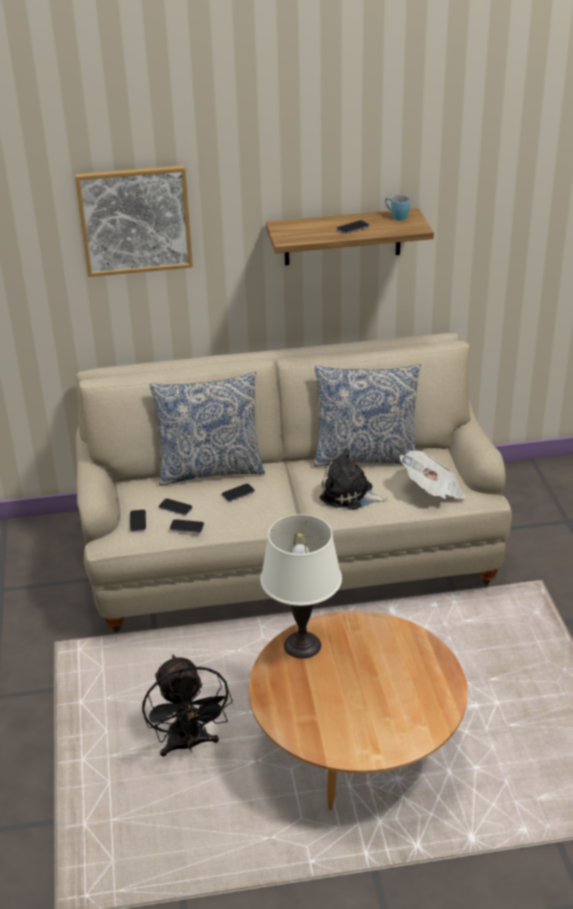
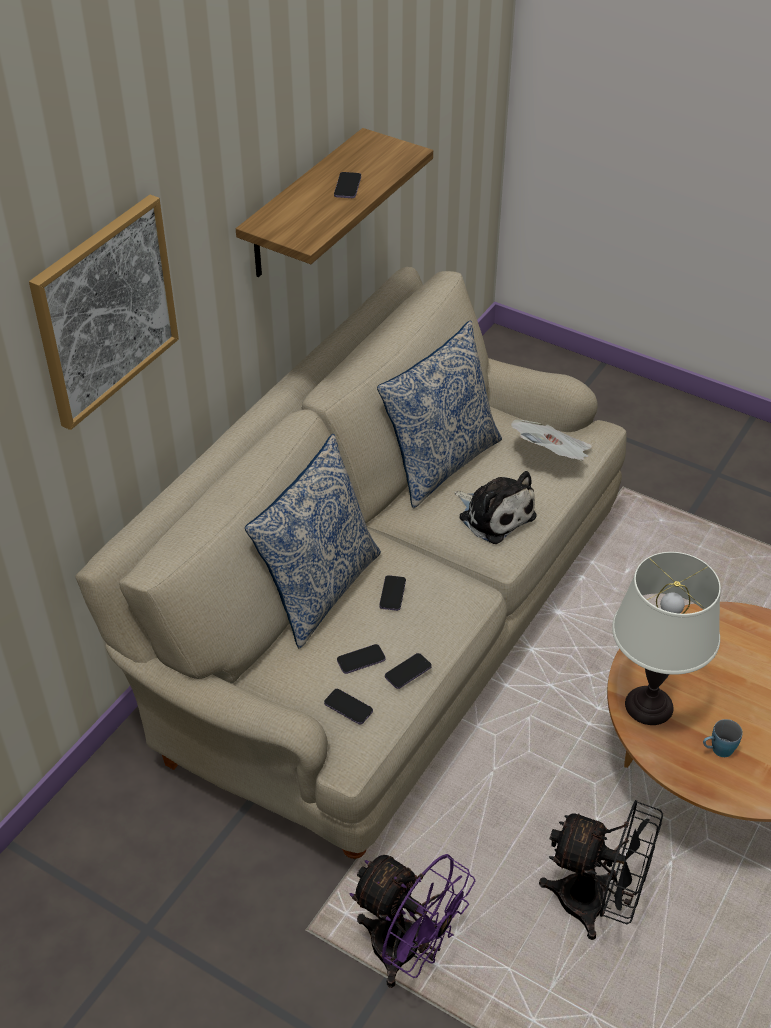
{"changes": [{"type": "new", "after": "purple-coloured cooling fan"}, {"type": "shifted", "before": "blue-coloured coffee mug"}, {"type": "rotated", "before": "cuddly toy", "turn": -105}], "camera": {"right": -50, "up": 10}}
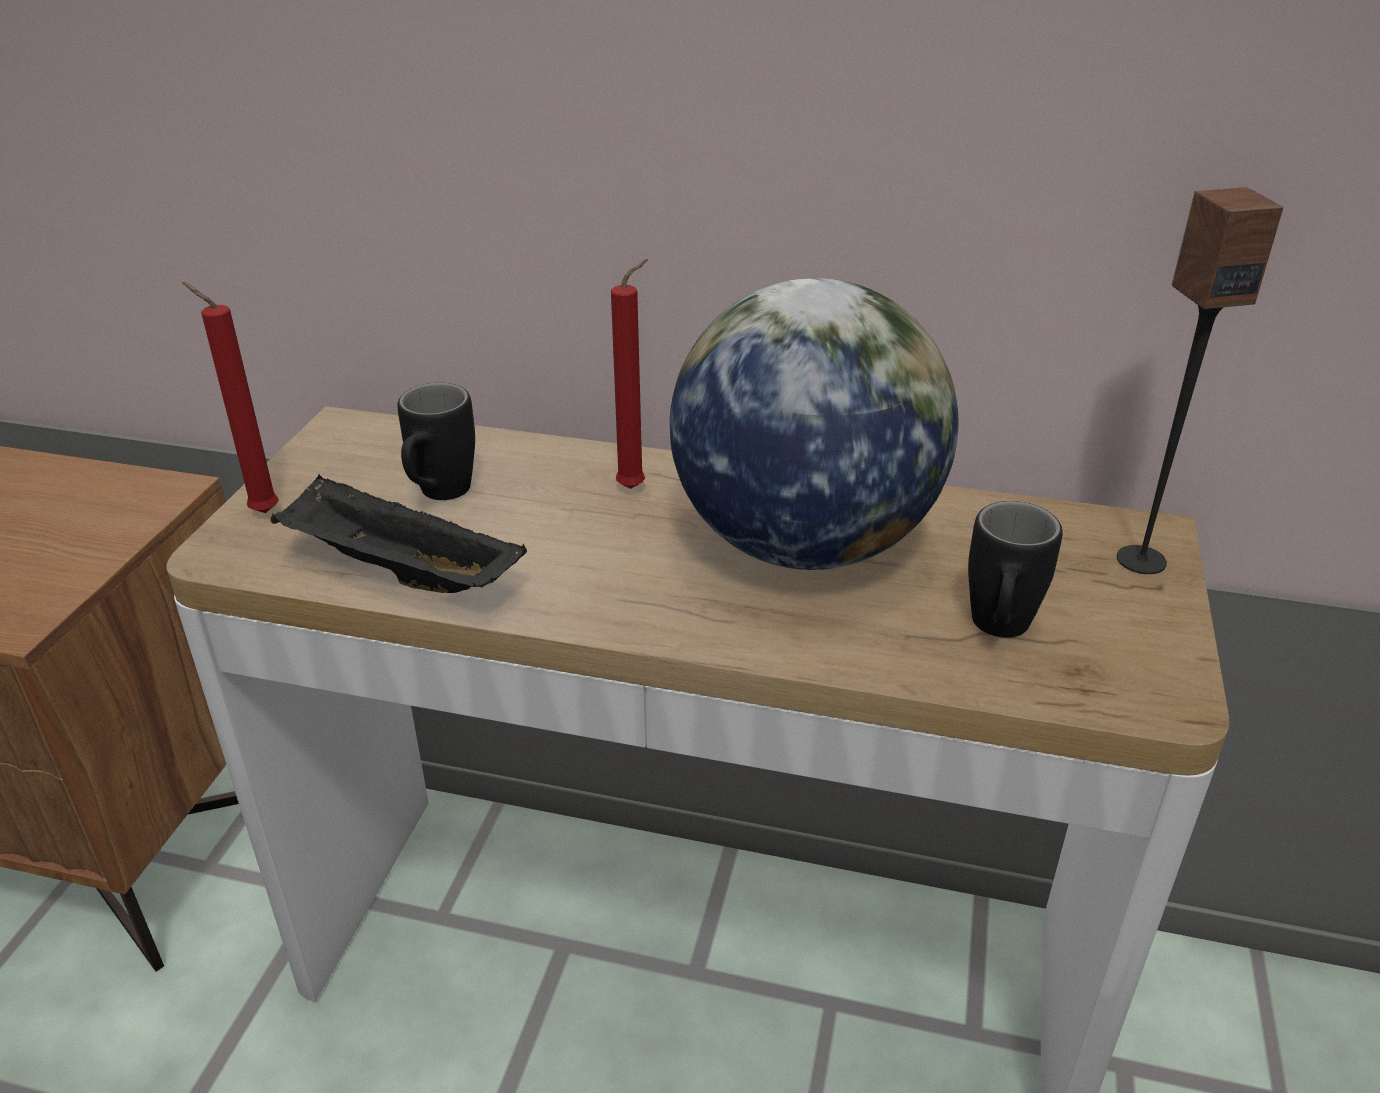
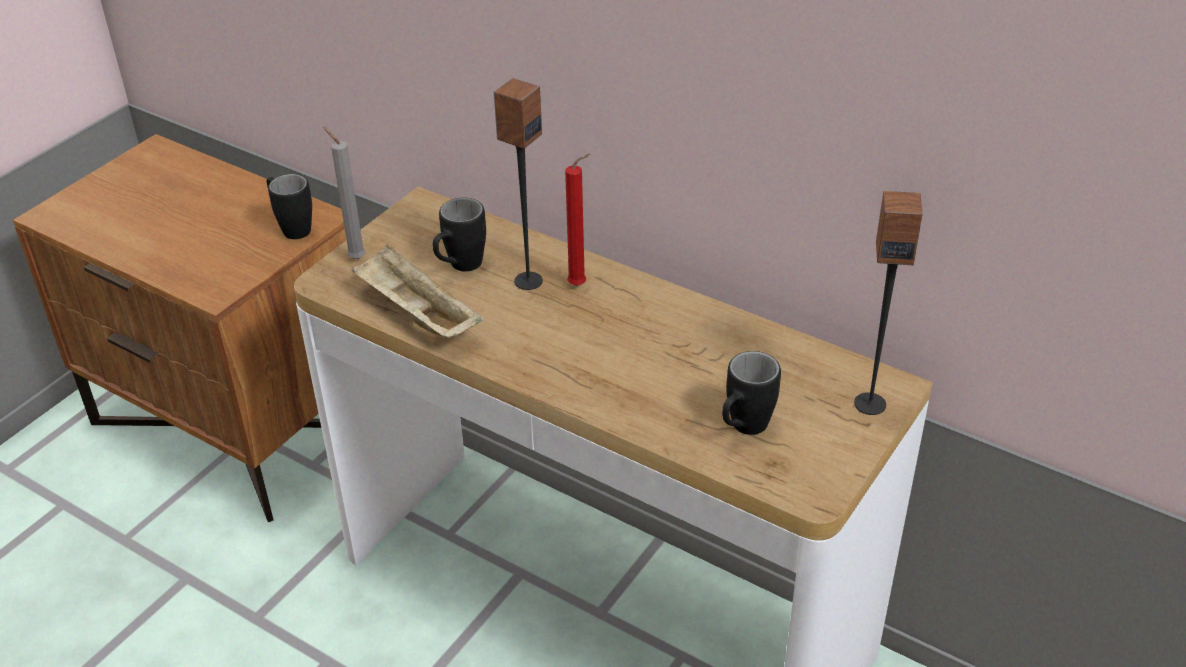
{"changes": [{"type": "gone", "before": "desk globe"}, {"type": "new", "after": "black coffee mug (no. 1 from left)"}, {"type": "new", "after": "audio speaker (no. 1 from left)"}, {"type": "repainted", "before": "reddish wax candle (no. 1 from left)", "after": "greyish wax candle"}, {"type": "repainted", "before": "black tray", "after": "sand-coloured tray"}], "camera": {"right": 20, "up": 5}}
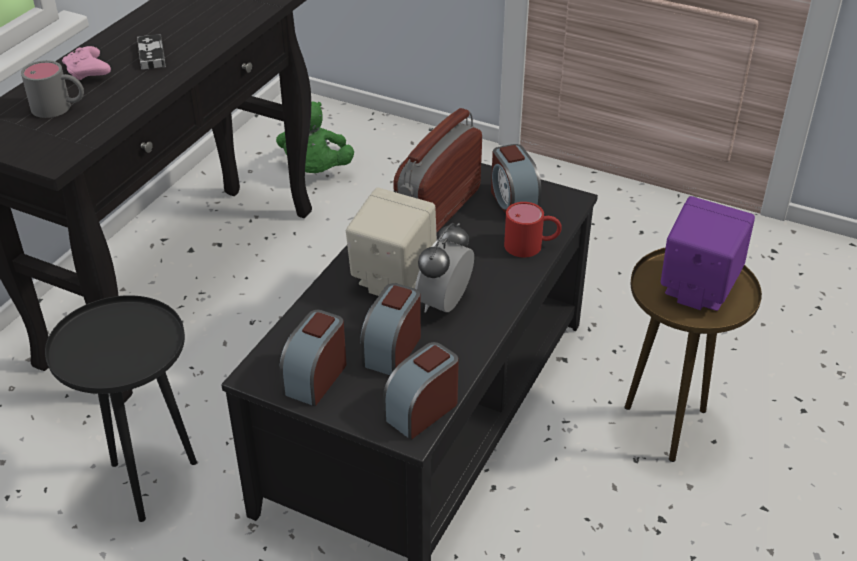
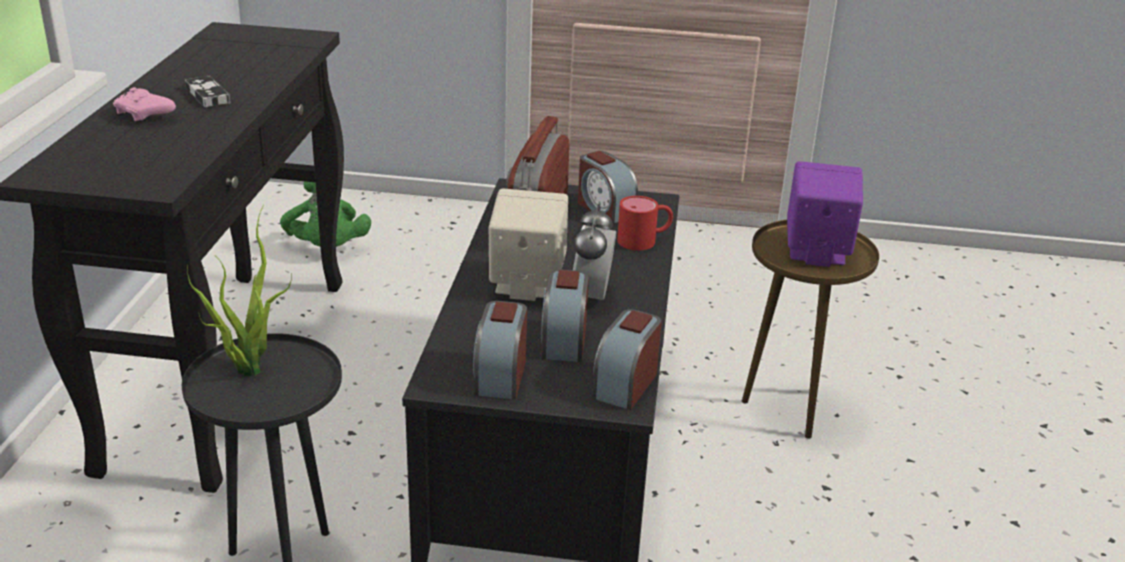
{"changes": [{"type": "gone", "before": "greyish coffee mug"}, {"type": "new", "after": "potted plant"}], "camera": {"right": -20, "up": -10}}
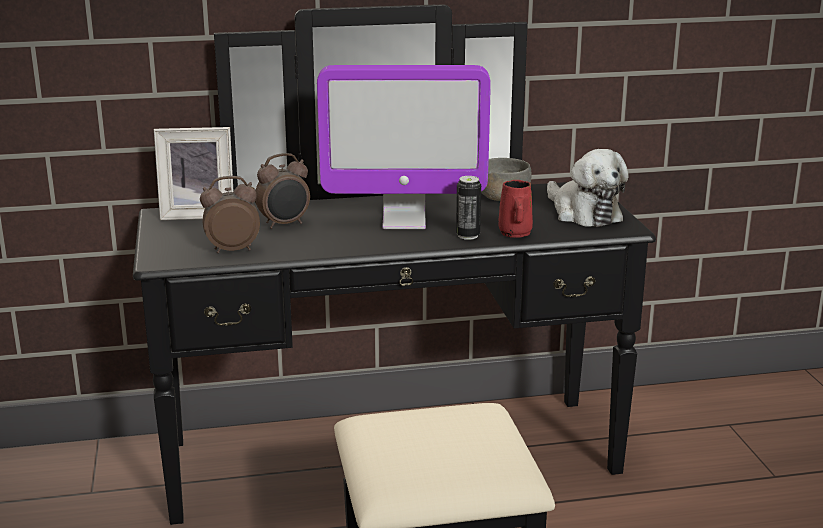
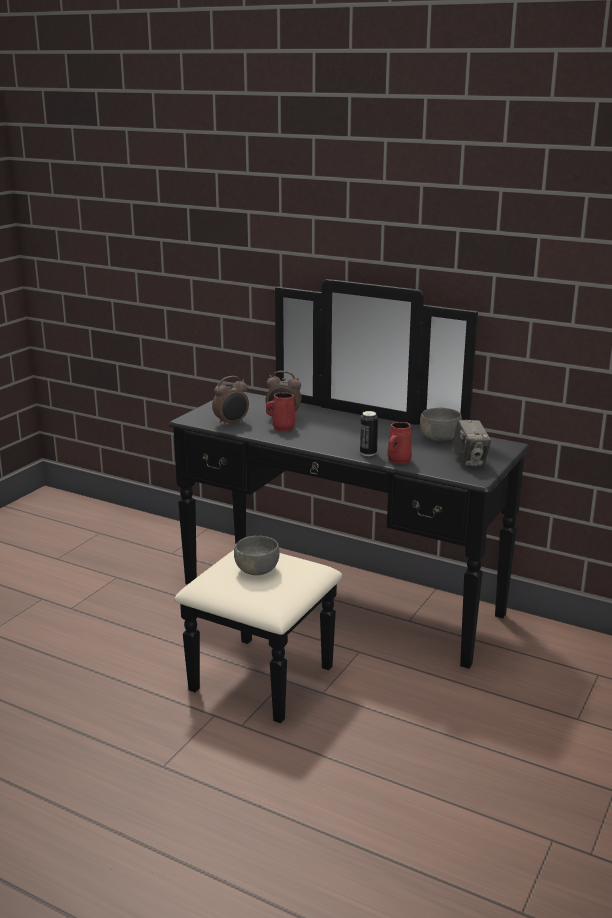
{"changes": [{"type": "gone", "before": "standing frame"}, {"type": "gone", "before": "monitor"}, {"type": "new", "after": "greyish serving bowl (no. 1 from left)"}, {"type": "new", "after": "reddish coffee mug (no. 1 from left)"}, {"type": "swapped", "before": "cuddly toy", "after": "still camera"}, {"type": "rotated", "before": "table clock (no. 1 from left)", "turn": 120}], "camera": {"right": 40, "up": 0}}
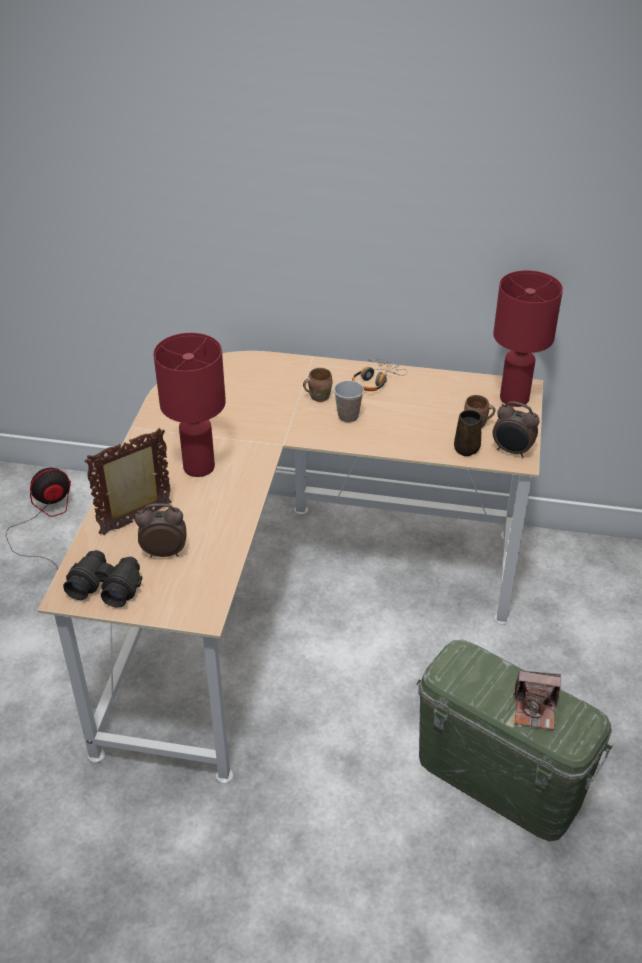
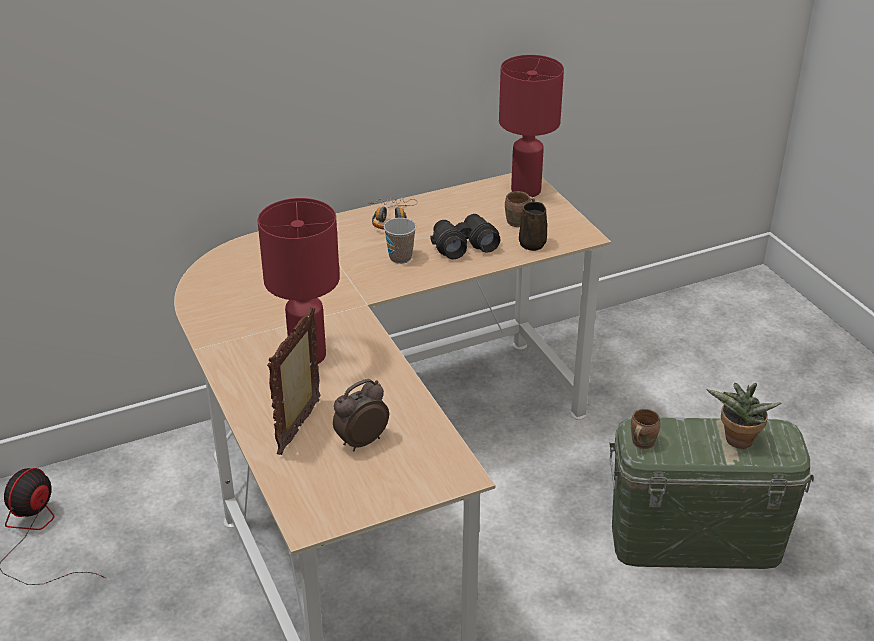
{"changes": [{"type": "gone", "before": "table clock (no. 2 from left)"}, {"type": "shifted", "before": "black binoculars"}, {"type": "shifted", "before": "brown coffee mug (no. 1 from left in the first image)", "after": "brown coffee mug (no. 3 from left)"}, {"type": "swapped", "before": "still camera", "after": "potted plant"}], "camera": {"right": -35, "up": -5}}
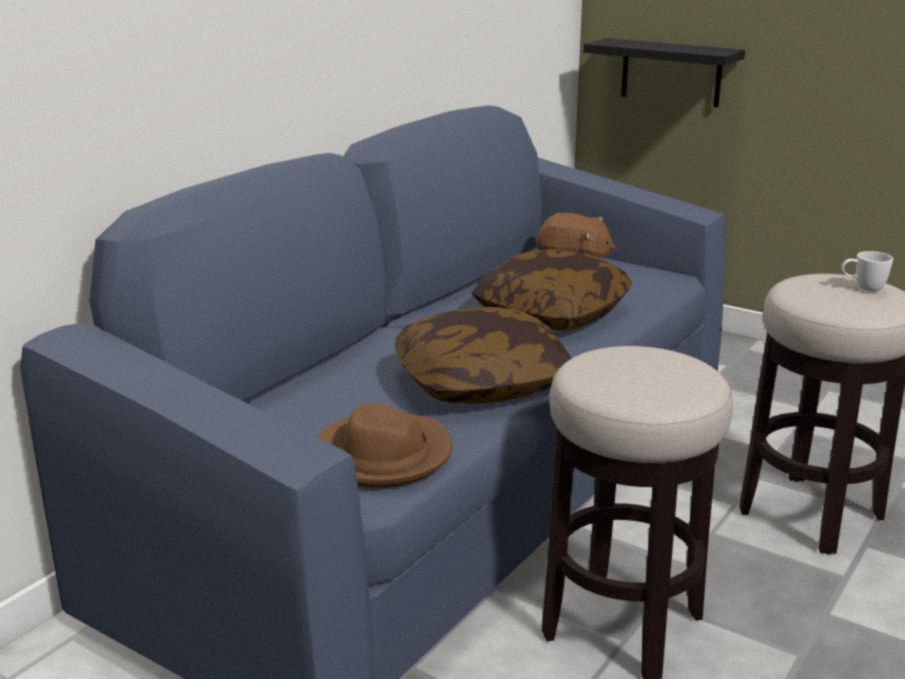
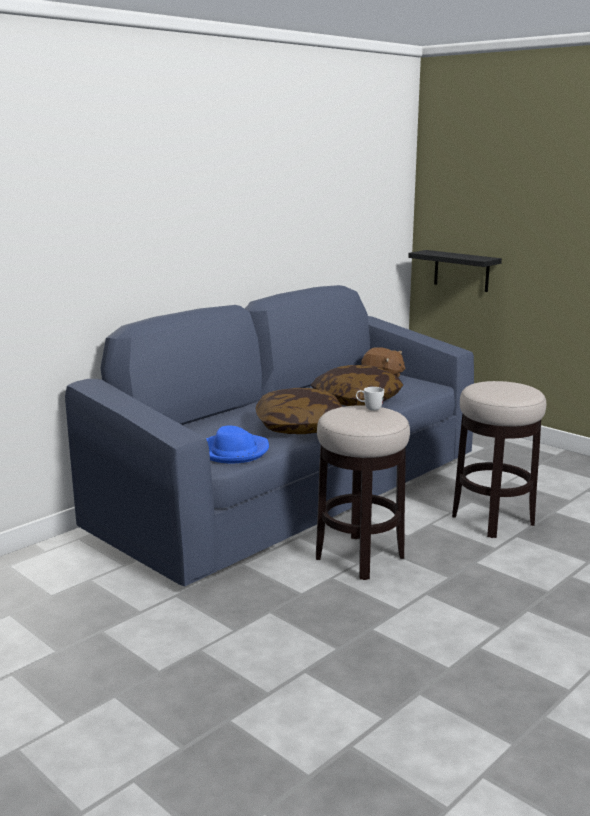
{"changes": [{"type": "shifted", "before": "white-coloured coffee mug"}, {"type": "repainted", "before": "brown clothing hat", "after": "blue-coloured clothing hat"}], "camera": {"right": 10, "up": -5}}
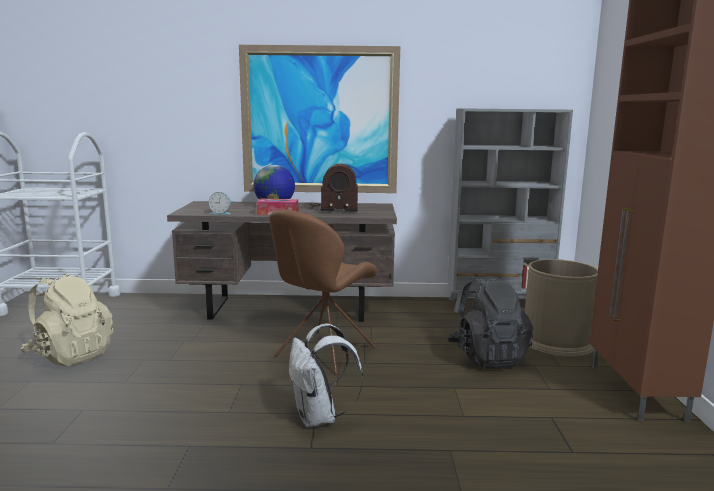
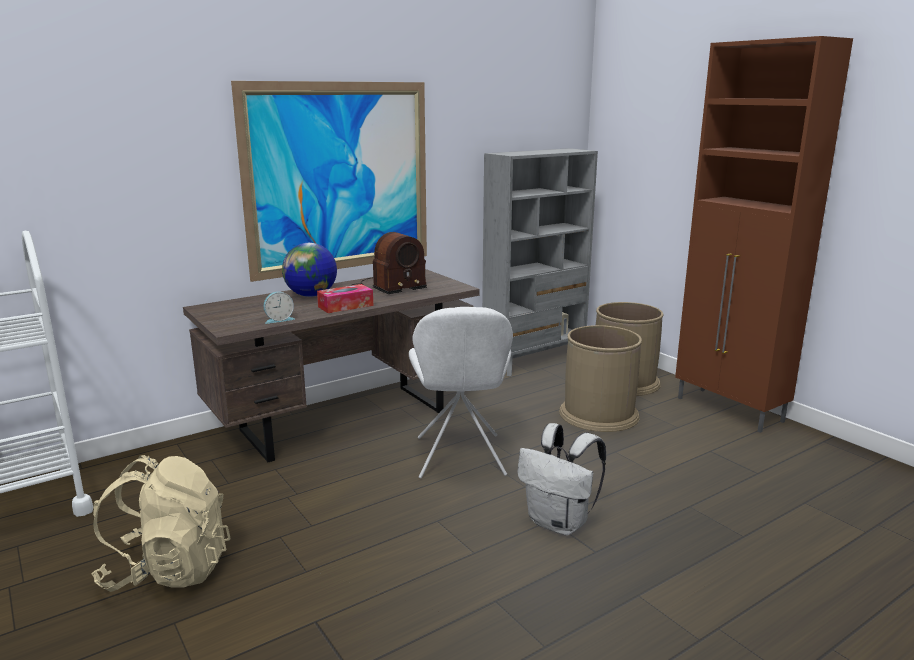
{"changes": [{"type": "swapped", "before": "black backpack", "after": "brown rubbish bin (no. 1 from left)"}, {"type": "repainted", "before": "brown plain chair", "after": "white-coloured plain chair"}], "camera": {"right": -35, "up": 5}}
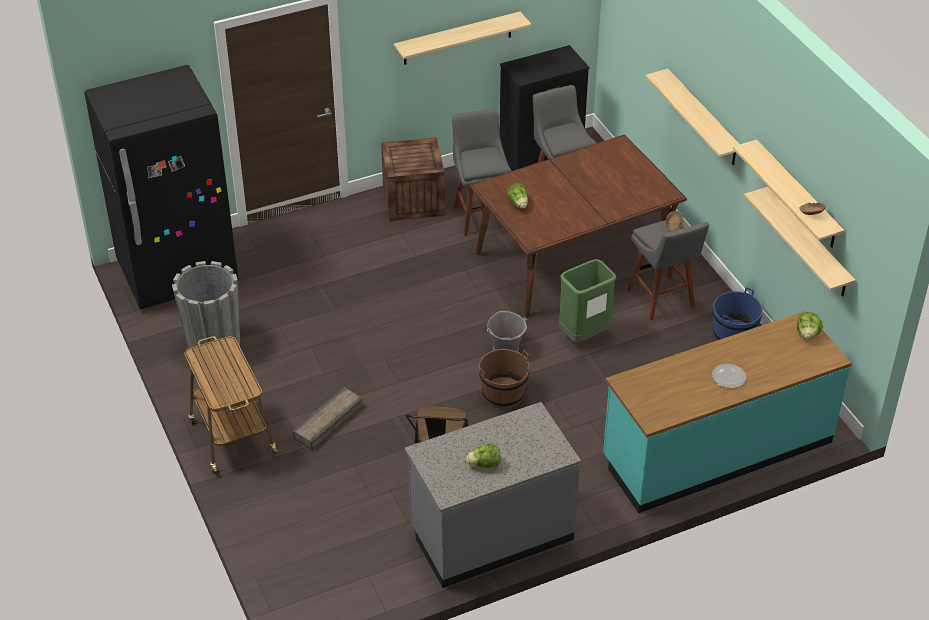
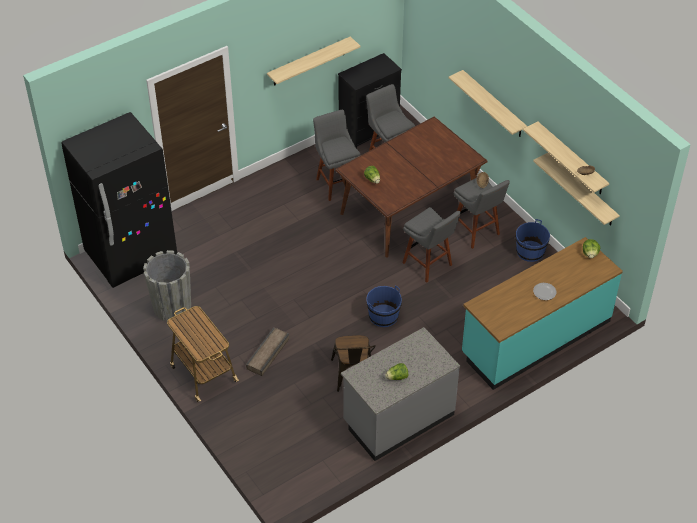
{"changes": [{"type": "gone", "before": "crate (no. 2 from left)"}, {"type": "gone", "before": "greyish water bucket"}, {"type": "swapped", "before": "green rubbish bin", "after": "greyish stool (no. 3 from left)"}, {"type": "repainted", "before": "brown water bucket", "after": "blue-coloured water bucket (no. 1 from left)"}], "camera": {"right": -10, "up": 5}}
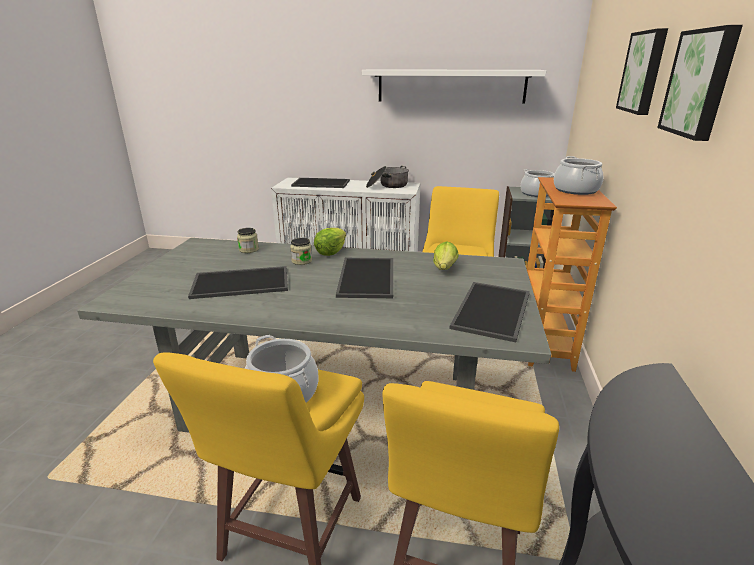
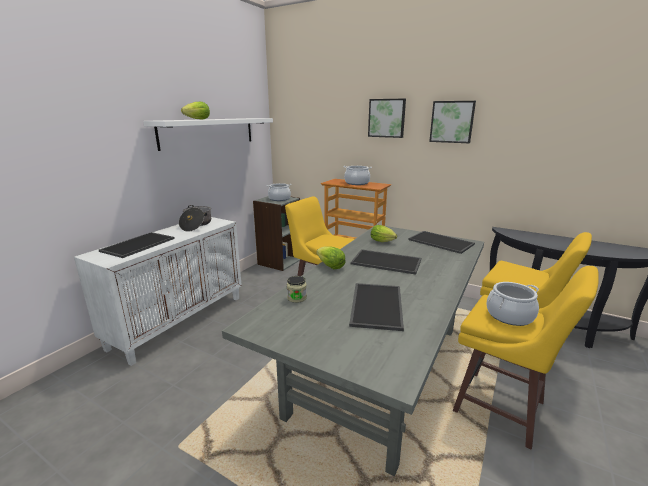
{"changes": [{"type": "gone", "before": "storage jar (no. 2 from left)"}, {"type": "new", "after": "lettuce (no. 1 from left)"}], "camera": {"right": -70, "up": -5}}
